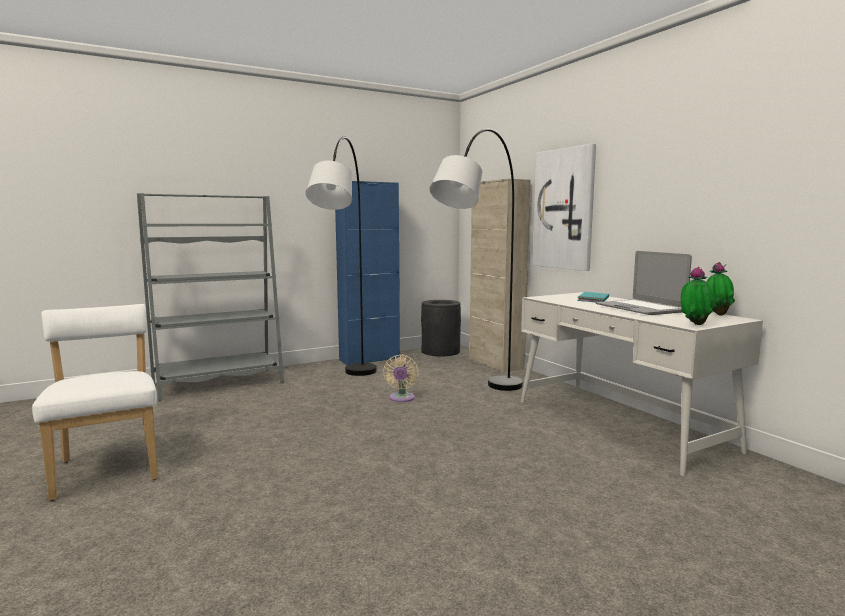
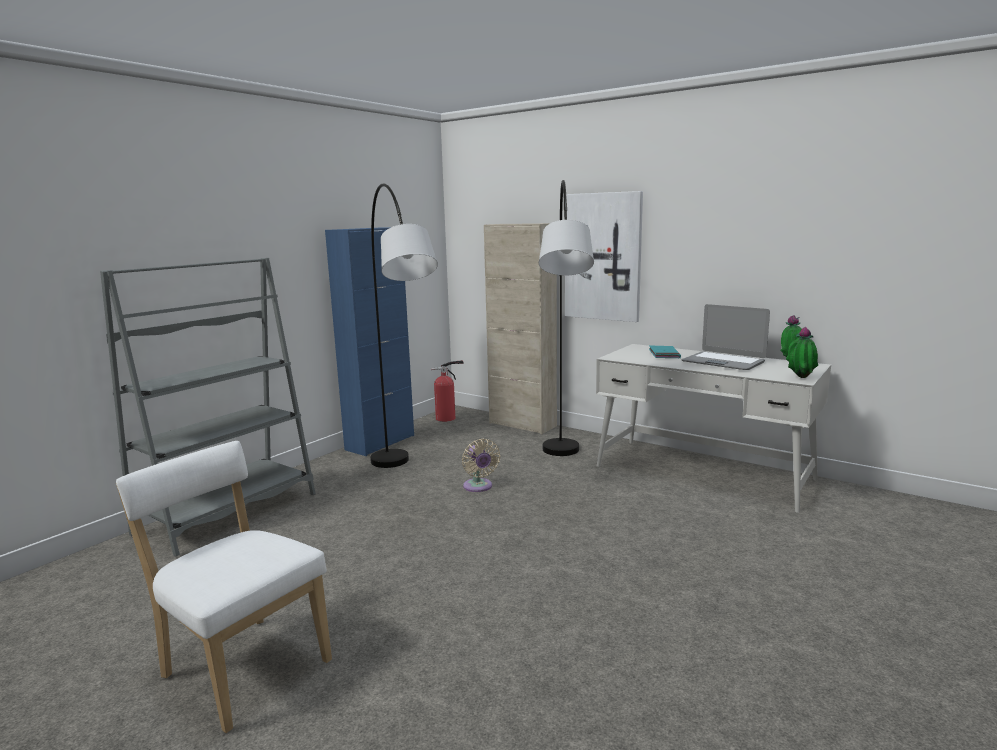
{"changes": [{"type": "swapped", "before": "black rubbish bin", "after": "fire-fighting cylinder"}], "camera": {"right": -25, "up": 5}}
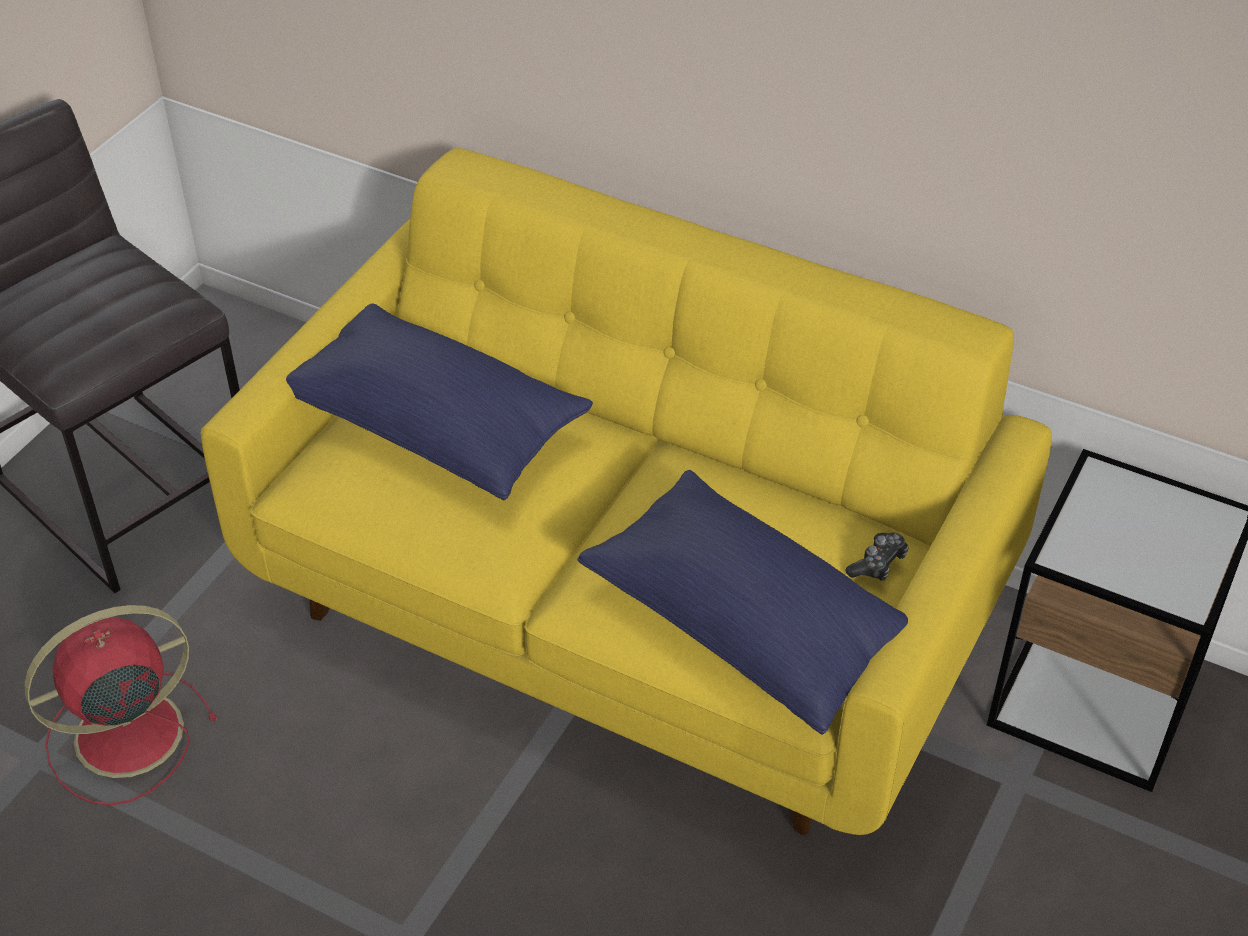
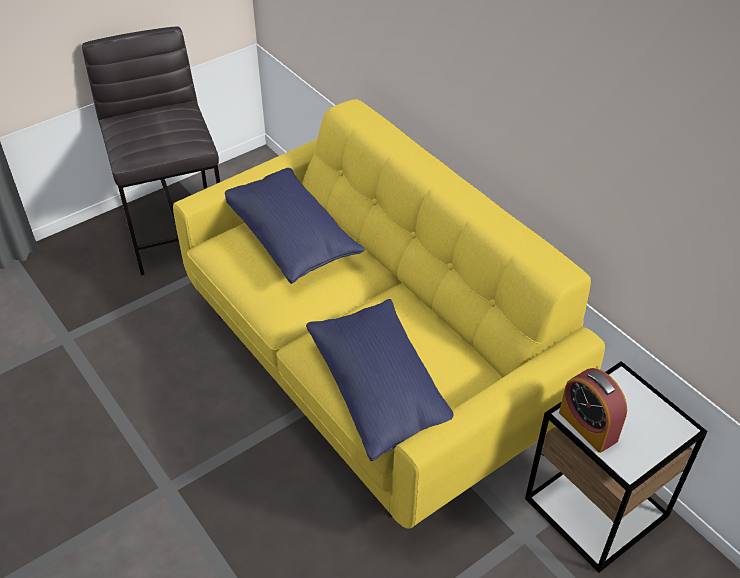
{"changes": [{"type": "gone", "before": "reddish cooling fan"}, {"type": "gone", "before": "gamepad"}, {"type": "new", "after": "table clock"}], "camera": {"right": 25, "up": 0}}
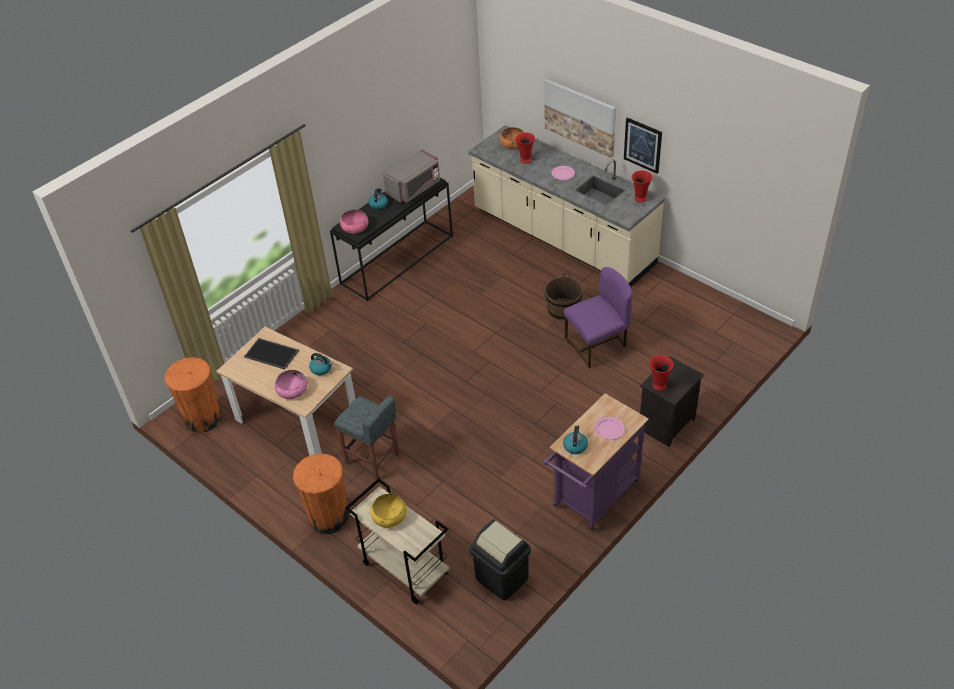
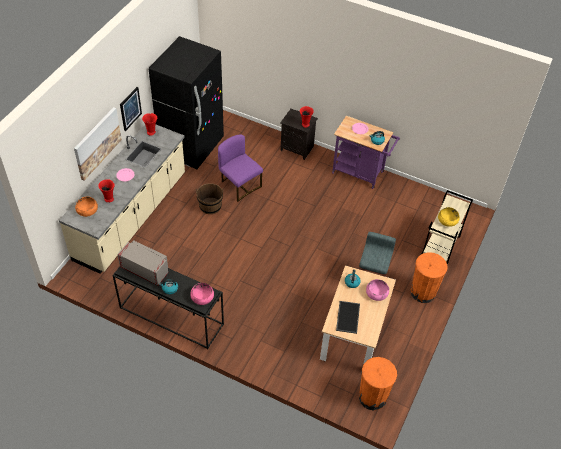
{"changes": [{"type": "gone", "before": "black rubbish bin"}, {"type": "new", "after": "black refrigerator"}], "camera": {"right": -110, "up": 5}}
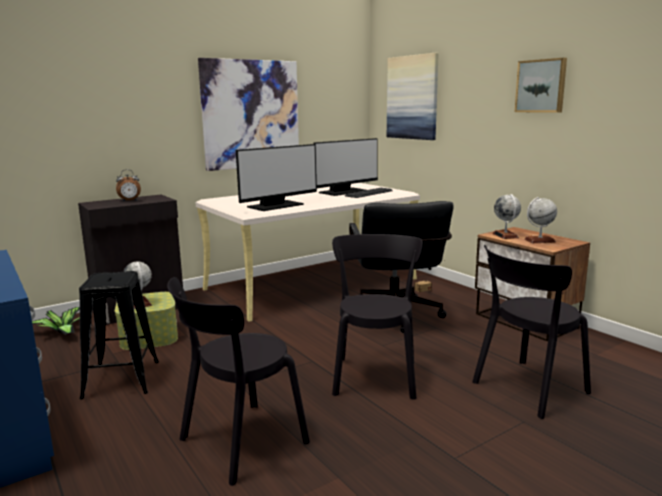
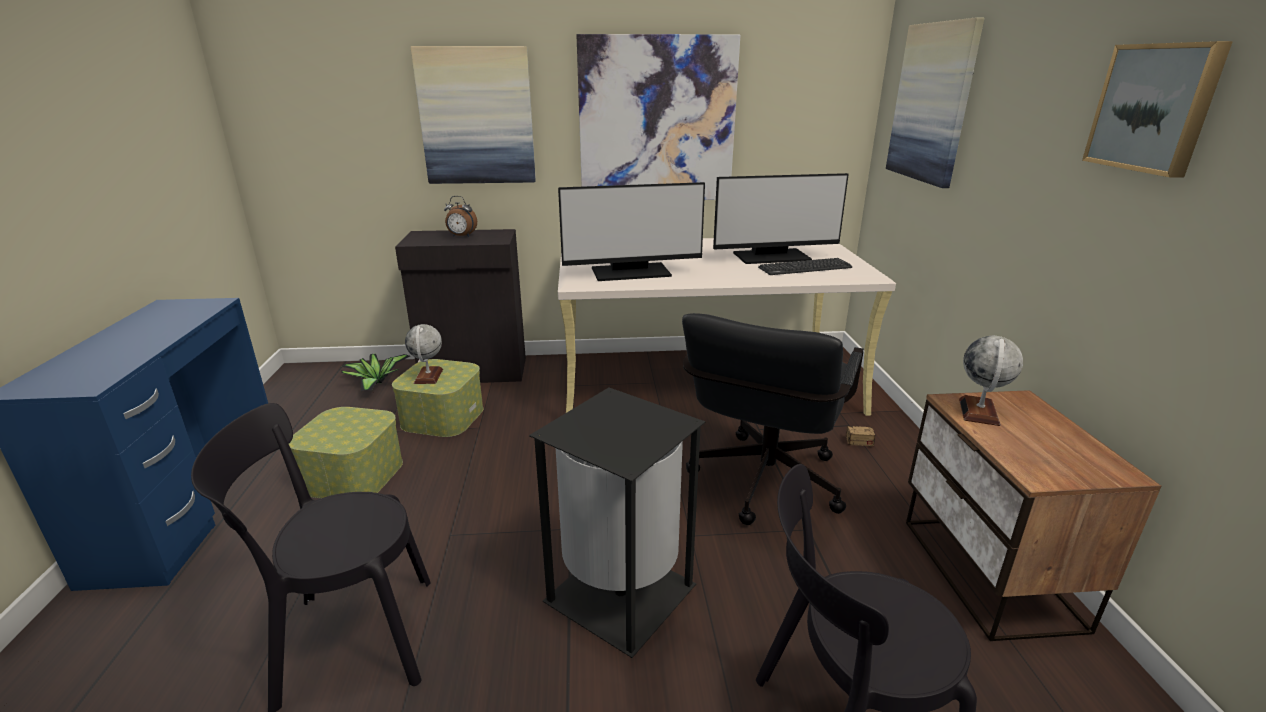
{"changes": [{"type": "gone", "before": "desk globe (no. 3 from left)"}, {"type": "new", "after": "picture (no. 1 from left)"}, {"type": "swapped", "before": "black stool", "after": "storage container (no. 1 from left)"}, {"type": "swapped", "before": "black plain chair (no. 2 from left)", "after": "black rubbish bin"}], "camera": {"right": 30, "up": 10}}
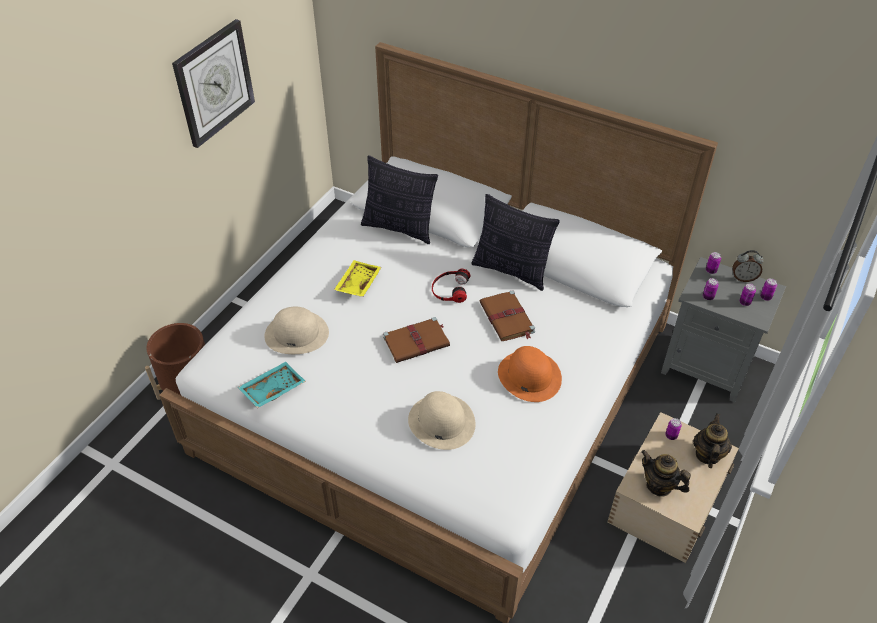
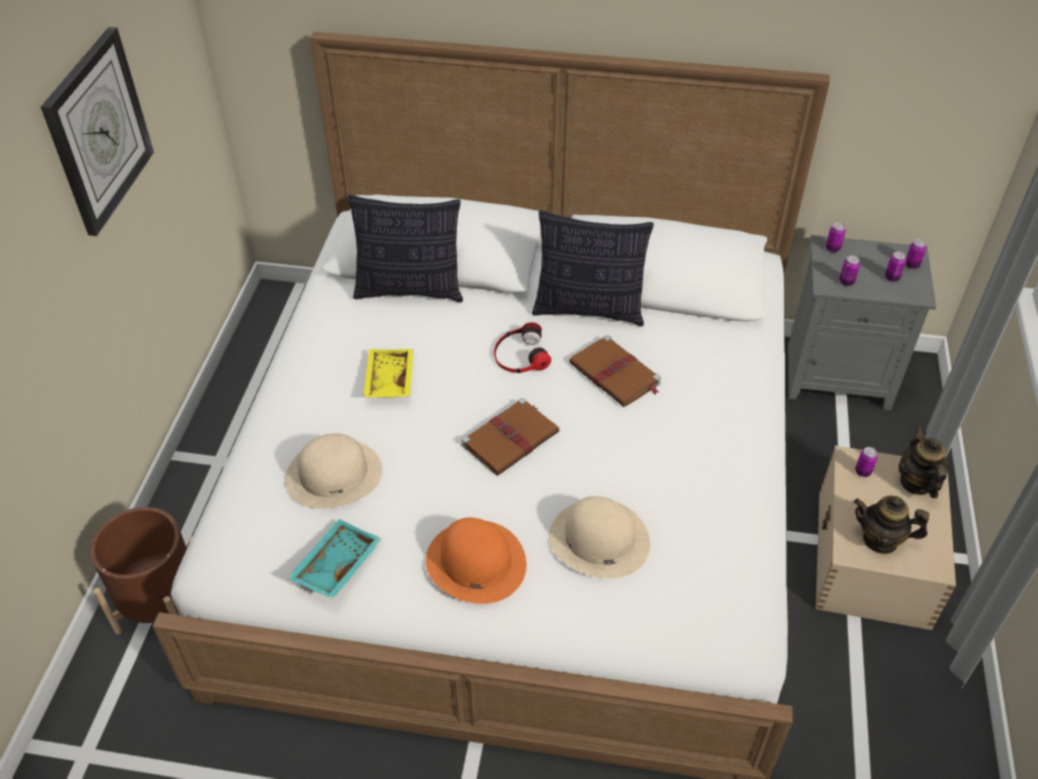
{"changes": [{"type": "gone", "before": "table clock"}, {"type": "shifted", "before": "orangey clothing hat"}], "camera": {"right": -20, "up": 0}}
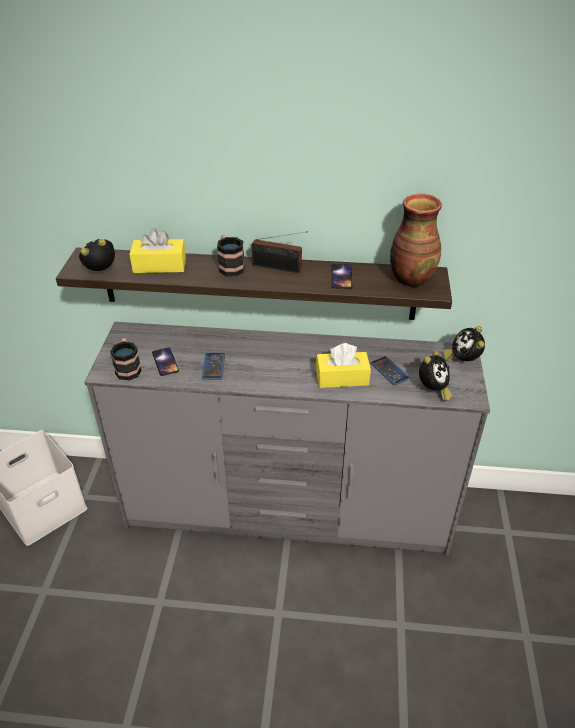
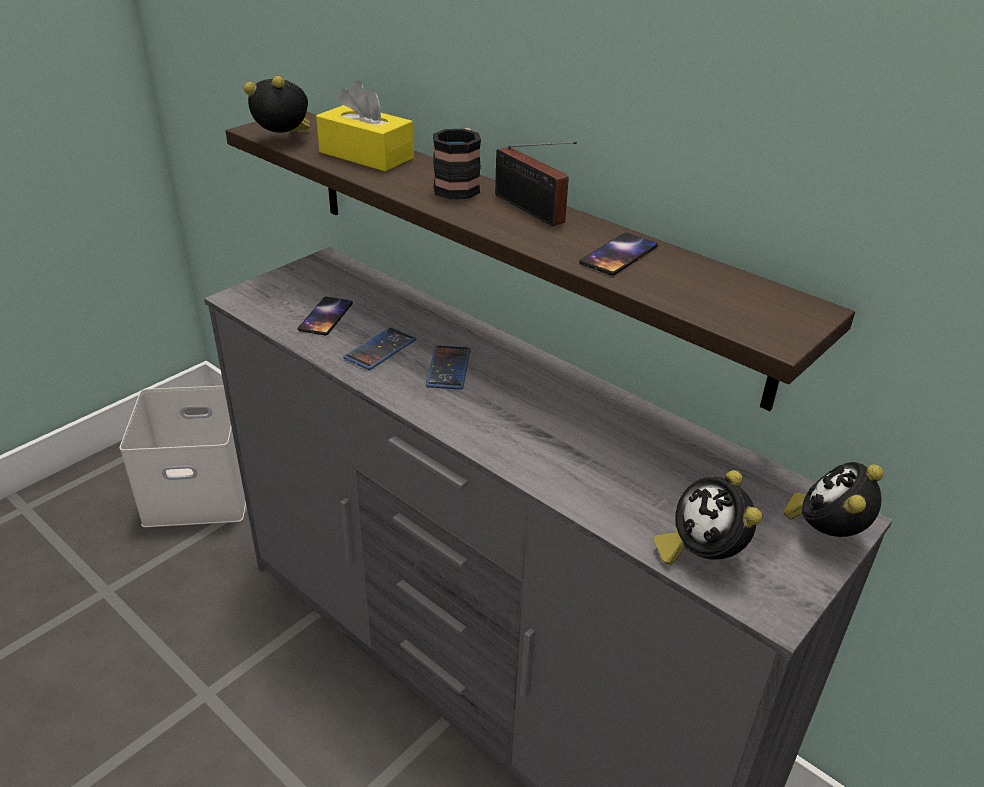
{"changes": [{"type": "gone", "before": "coffee mug (no. 1 from left)"}, {"type": "gone", "before": "yellow-coloured tissue holder (no. 2 from left)"}, {"type": "gone", "before": "vase"}, {"type": "shifted", "before": "phone (no. 4 from left in the first image)", "after": "phone (no. 3 from left)"}, {"type": "rotated", "before": "table clock (no. 2 from left)", "turn": 90}], "camera": {"right": 35, "up": -5}}
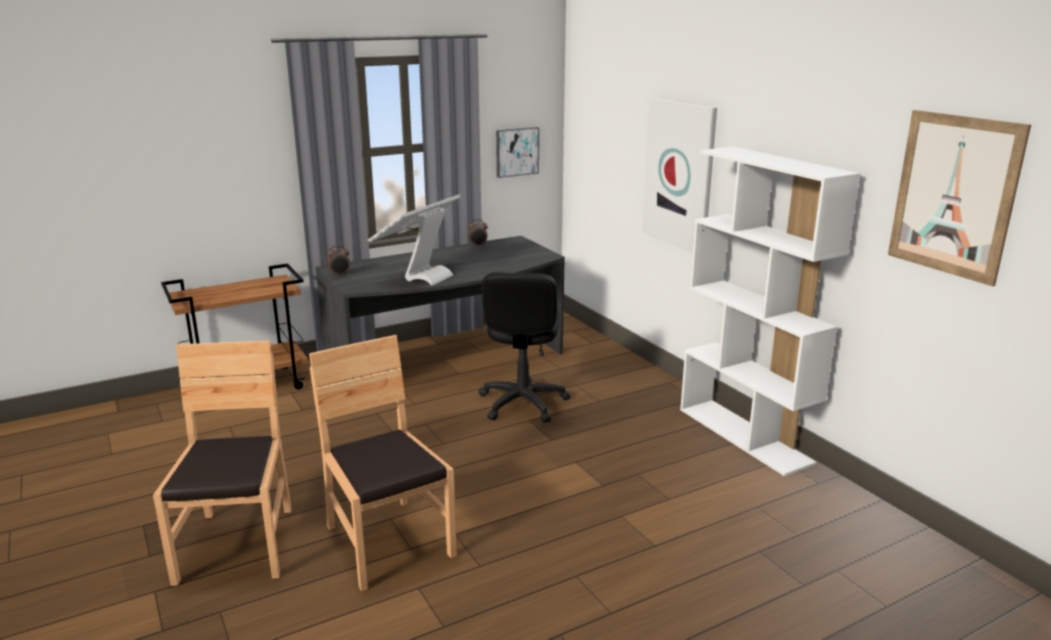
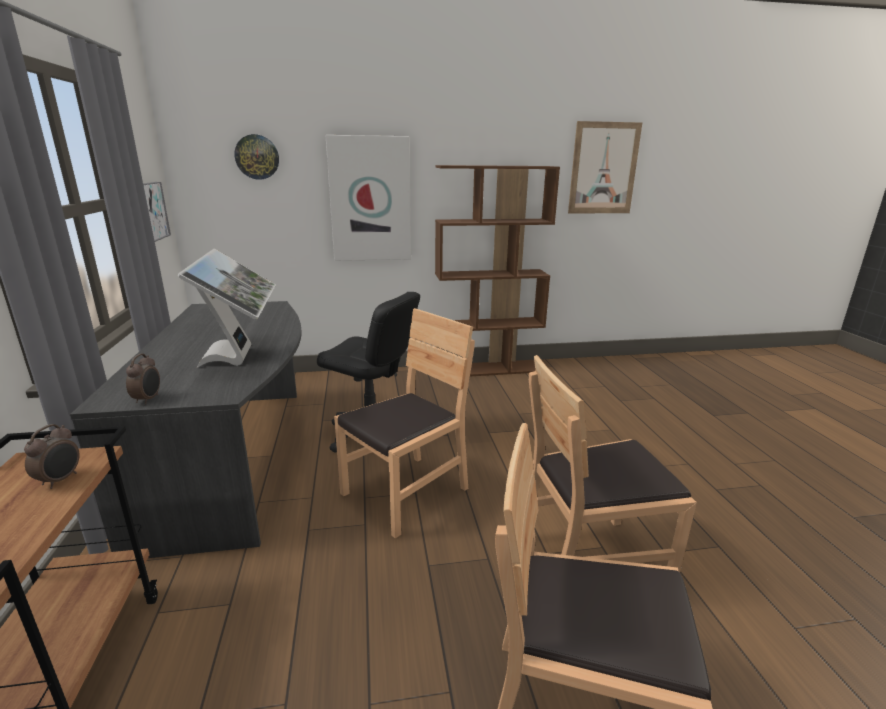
{"changes": [{"type": "new", "after": "clock on the wall"}, {"type": "new", "after": "brown plain chair (no. 1 from left)"}, {"type": "shifted", "before": "table clock (no. 2 from left in the first image)", "after": "table clock (no. 1 from left)"}, {"type": "repainted", "before": "white-coloured shelving unit", "after": "brown shelving unit"}, {"type": "rotated", "before": "monitor", "turn": -150}], "camera": {"right": -70, "up": 0}}
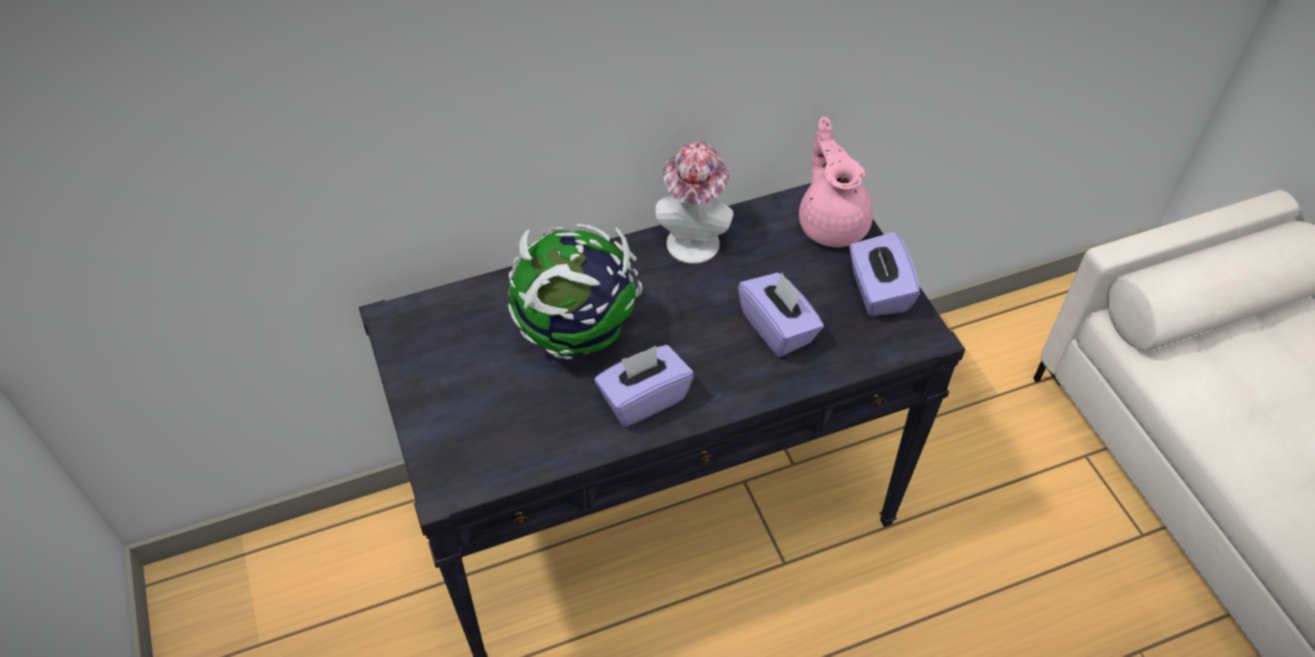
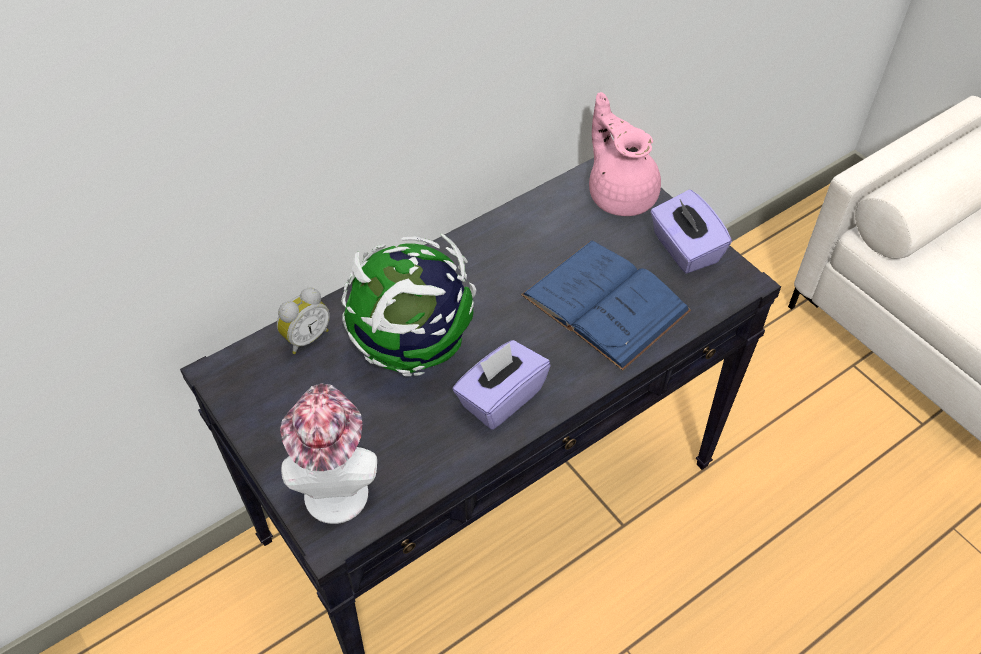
{"changes": [{"type": "new", "after": "table clock"}, {"type": "shifted", "before": "clothing hat"}, {"type": "swapped", "before": "purple-coloured tissue holder (no. 2 from left)", "after": "blue-coloured book"}], "camera": {"right": -15, "up": 0}}
